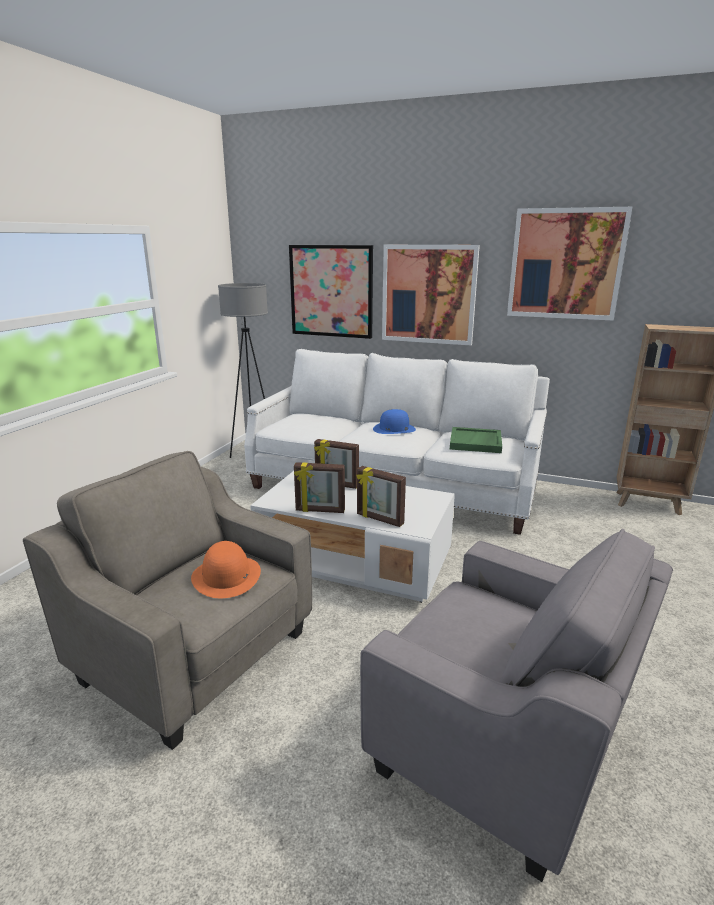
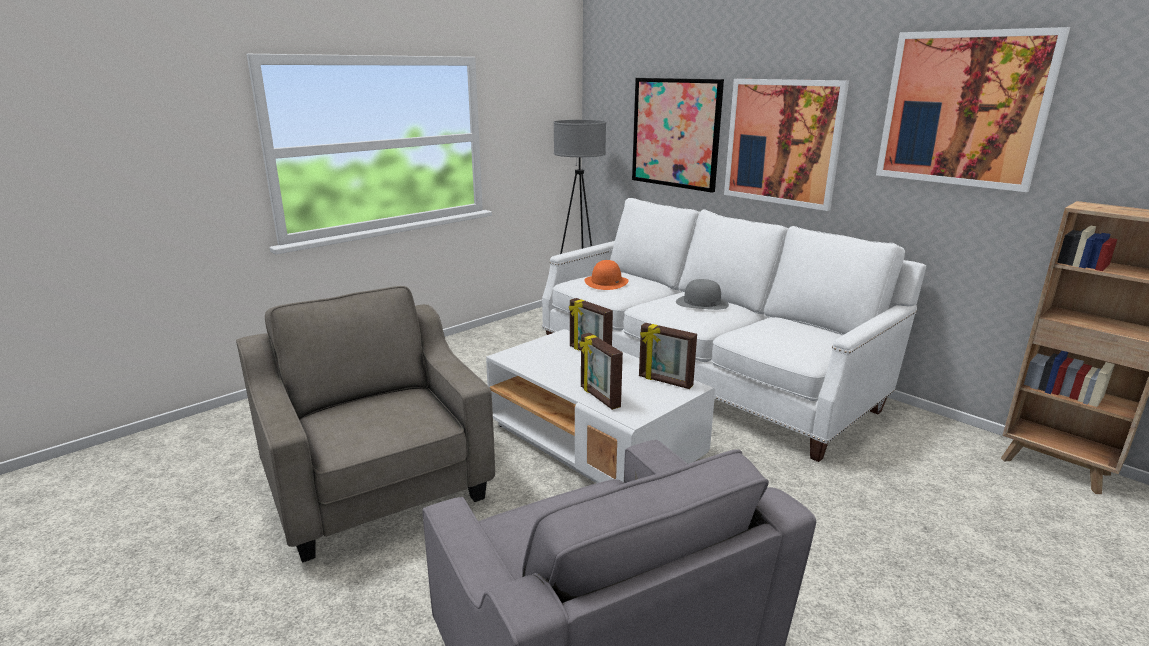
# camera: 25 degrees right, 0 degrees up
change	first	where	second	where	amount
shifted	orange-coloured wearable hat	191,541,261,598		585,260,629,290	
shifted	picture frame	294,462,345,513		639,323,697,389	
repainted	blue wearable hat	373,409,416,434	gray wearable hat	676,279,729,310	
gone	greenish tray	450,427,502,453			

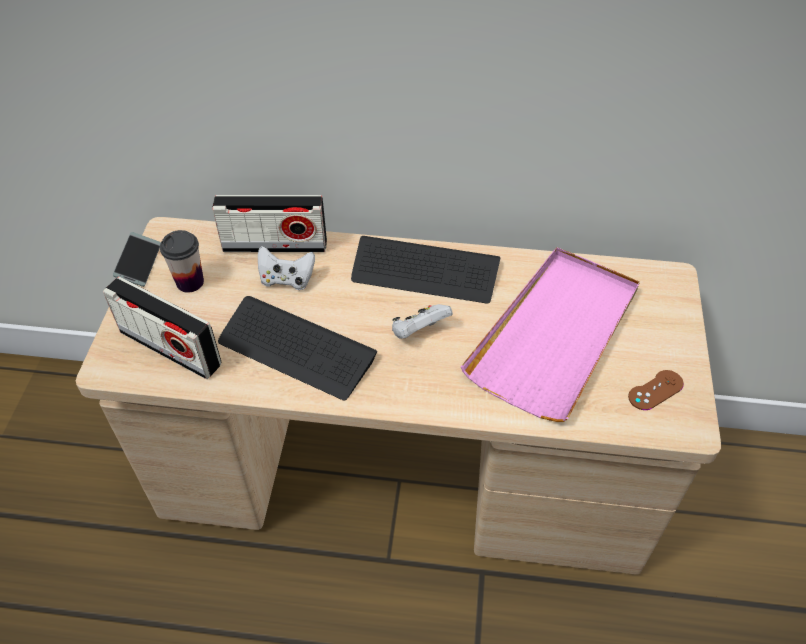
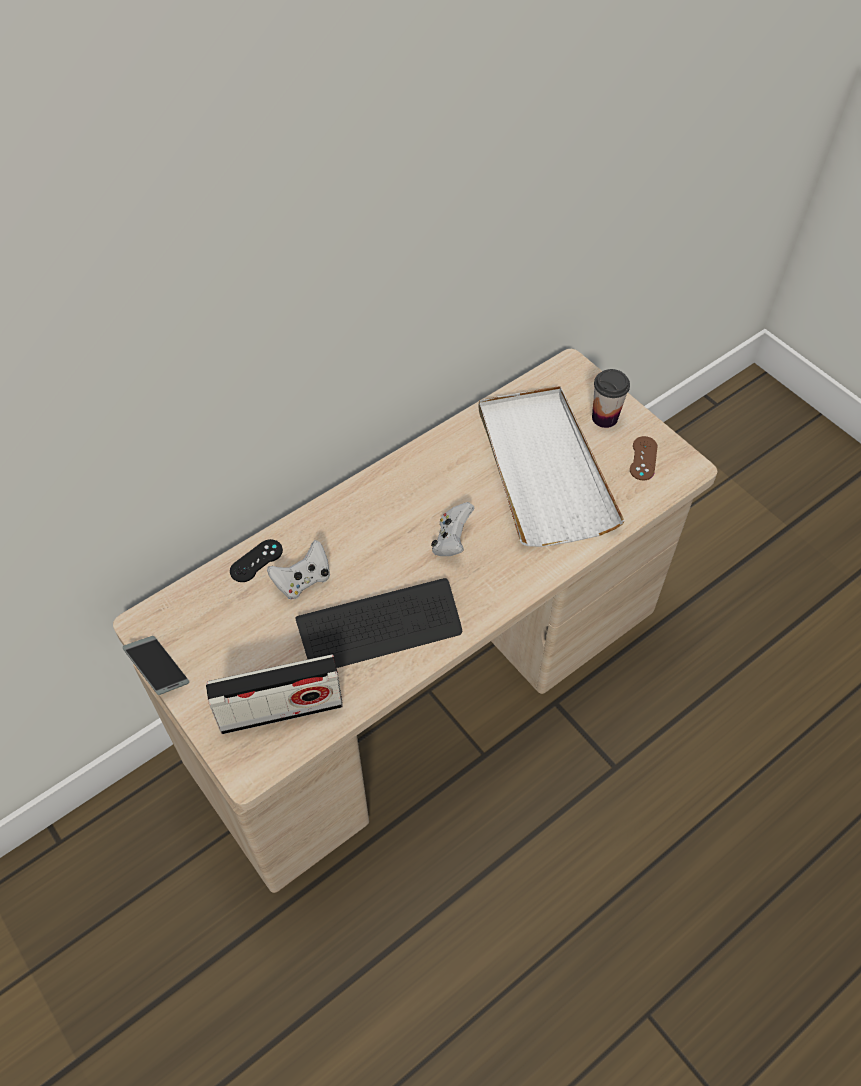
# camera: 45 degrees left, 5 degrees up
change	first	where	second	where	amount
swapped	radio	212,195,327,252	black gamepad	230,539,283,582	
repainted	pink-coloured tray	461,247,640,422	whitish tray	478,386,625,547	
shifted	cup	160,230,204,292		592,369,630,428	
gone	computer keyboard	351,236,500,304			

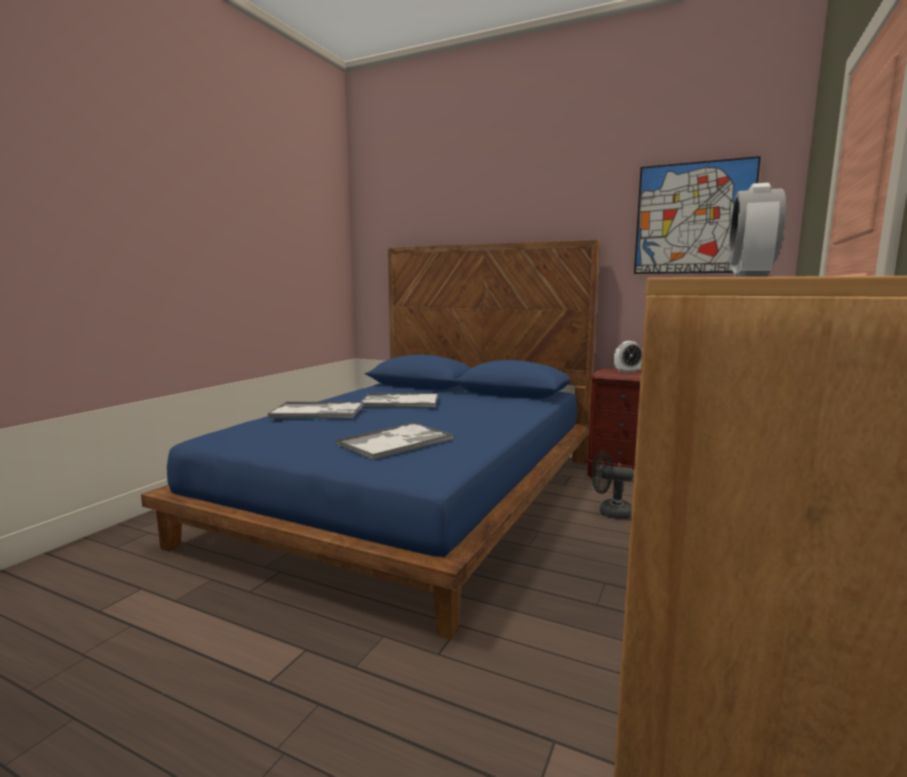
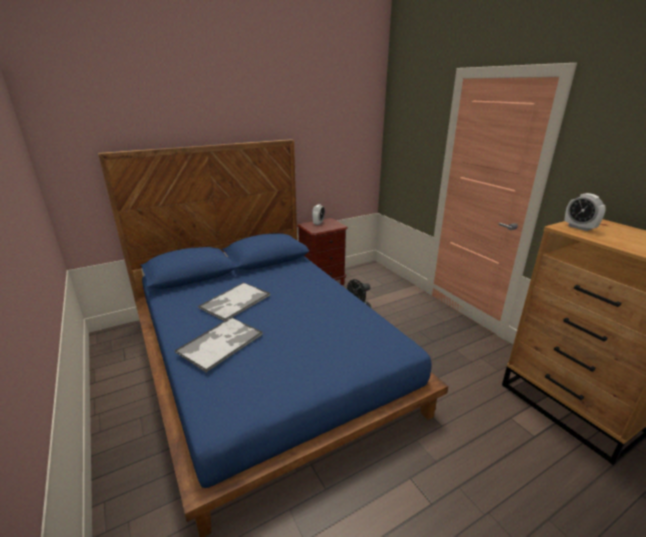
# camera: 55 degrees left, 15 degrees up
change	first	where	second	where	amount
gone	tray	336,423,453,460			
gone	picture	634,156,761,274			

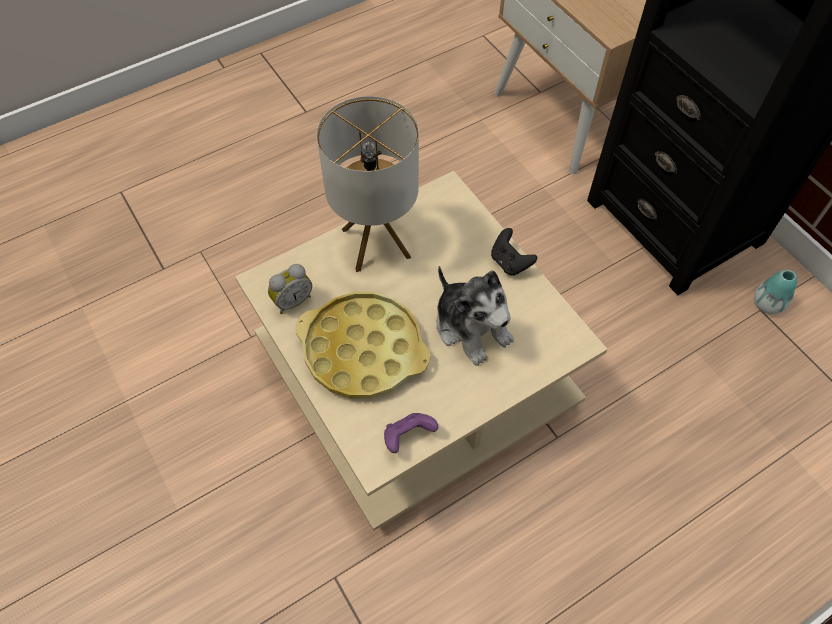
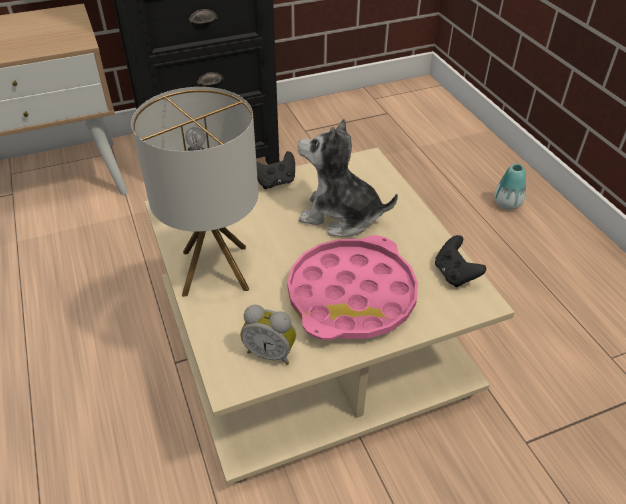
# camera: 80 degrees left, 15 degrees down
change	first	where	second	where	amount
rotated	bedside clock	268,264,312,314		241,305,296,365	135 degrees clockwise
repainted	yellow-coloured tray	295,292,431,398	pink-coloured tray	287,235,418,340	
rotated	soft toy	437,266,514,366		297,119,398,237	135 degrees counterclockwise
repainted	purple gamepad	384,413,438,453	black gamepad	435,235,486,287	
shifted	decorative vase	754,270,797,314		494,164,526,210	

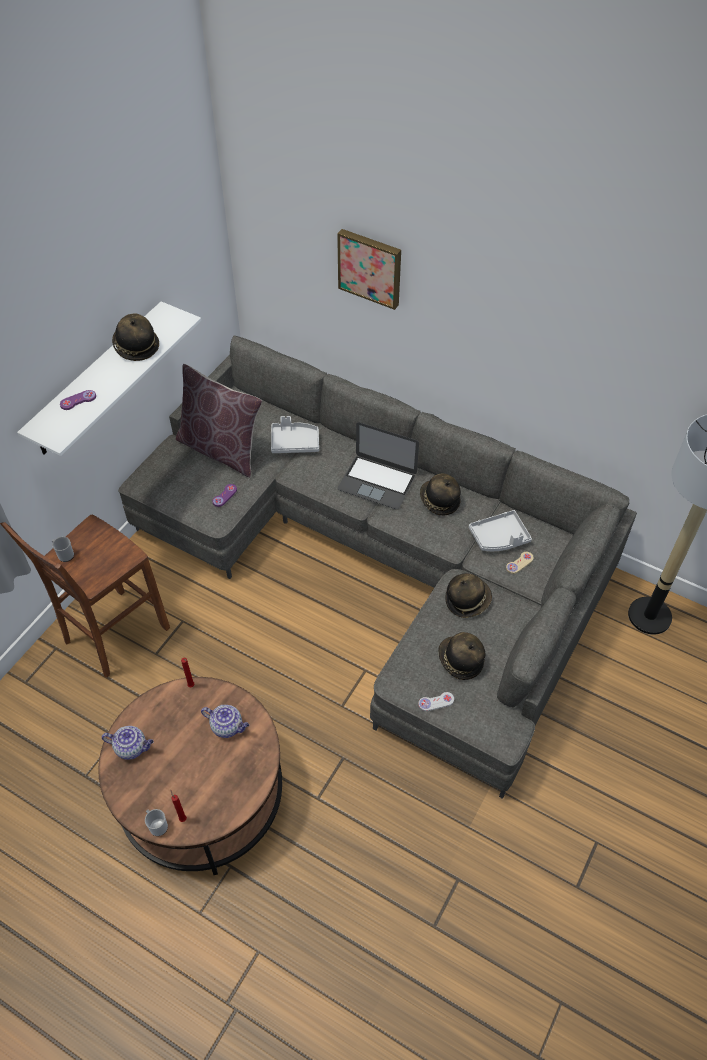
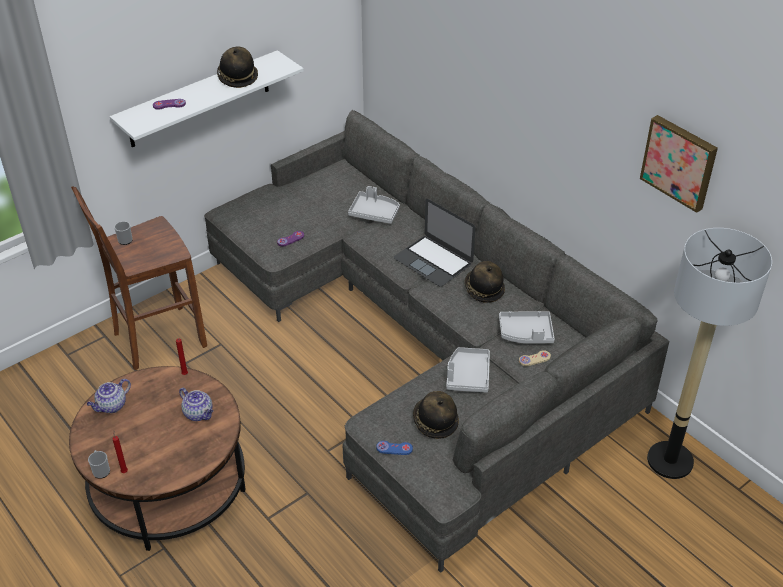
# camera: 20 degrees right, 10 degrees down
change	first	where	second	where	amount
rotated	teapot	102,726,154,760		87,379,131,413	105 degrees clockwise
repainted	whitish gamepad	418,692,454,711	blue gamepad	376,441,413,455	
swapped	wearable hat	446,573,492,618	gray tray	446,347,490,392	
shifted	picture	337,229,401,310		640,115,718,213	
gone	brownish cushion	176,364,262,478			

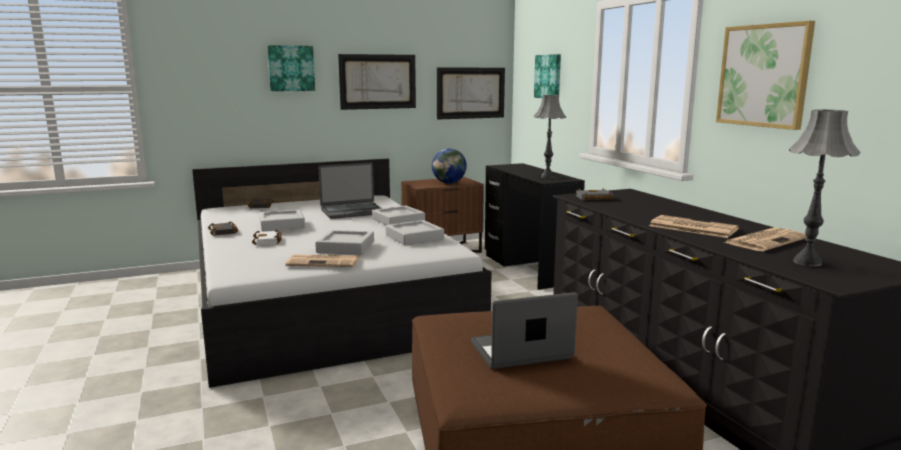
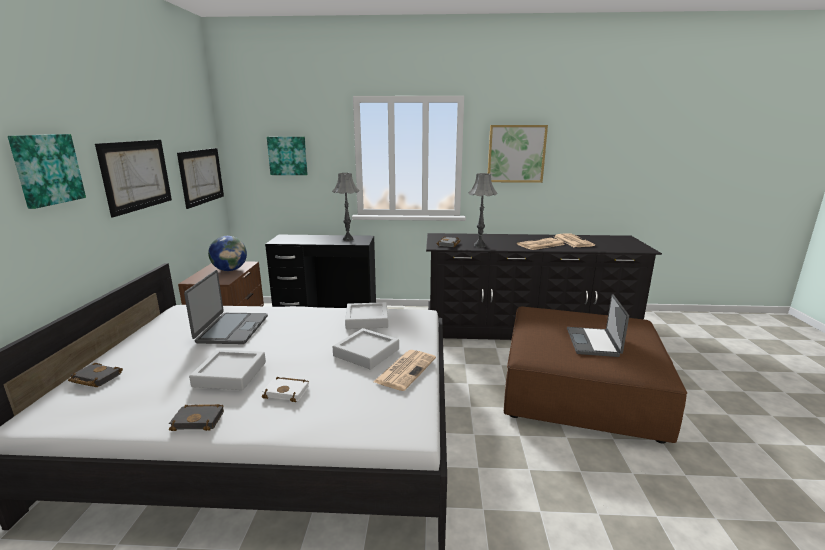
# camera: 65 degrees left, 5 degrees up
change	first	where	second	where	amount
shifted	gray tabletop lamp	789,109,861,267		468,173,497,248	
gone	gray tray	372,205,425,225			

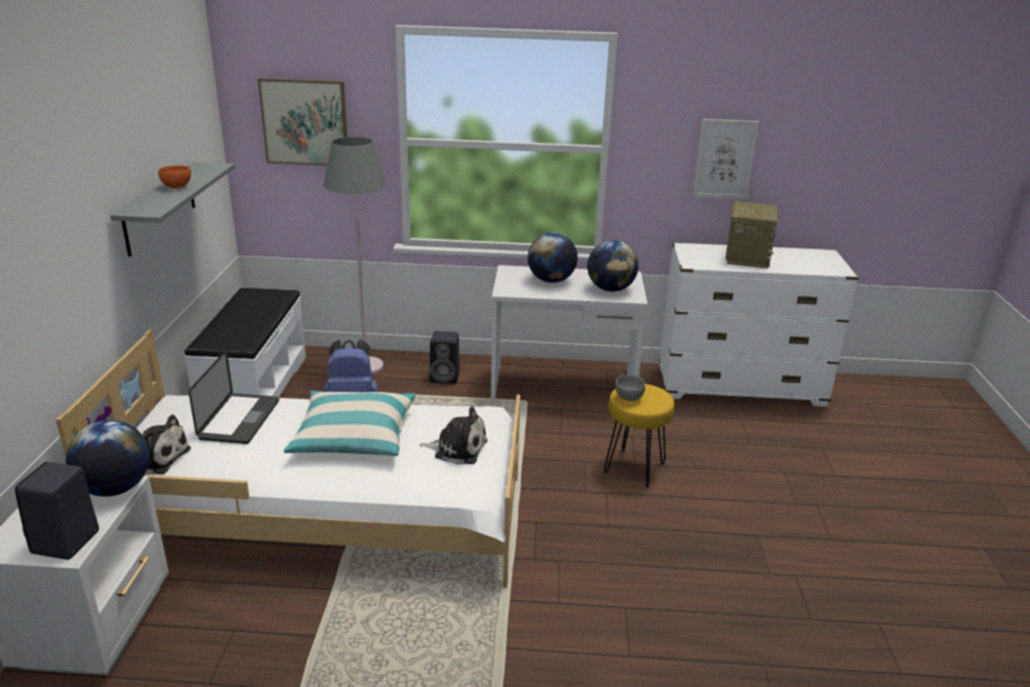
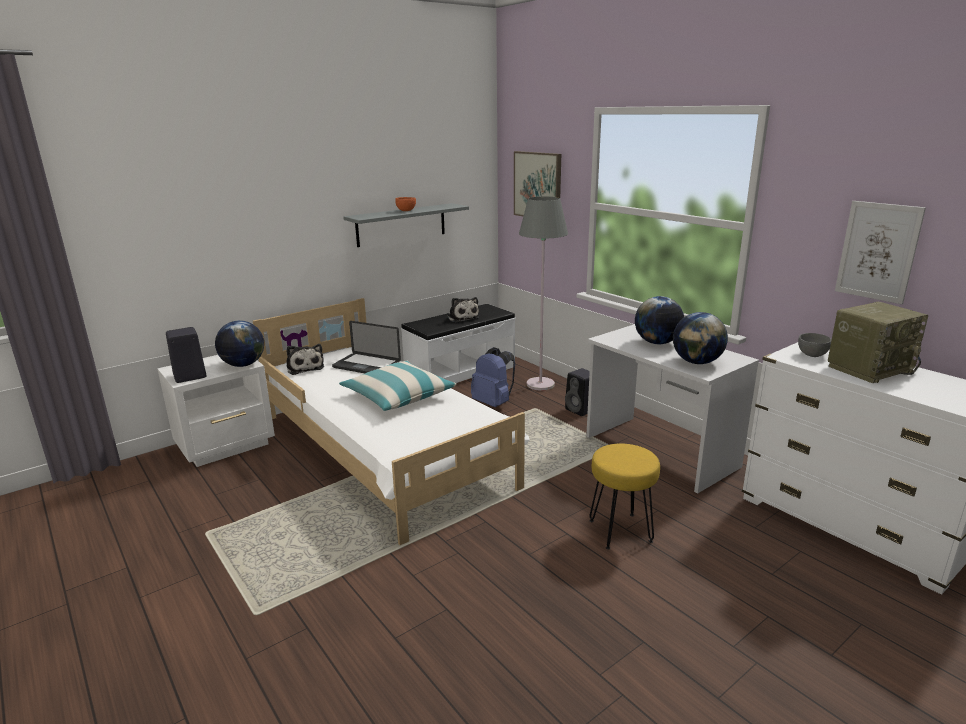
# camera: 50 degrees right, 5 degrees down
change	first	where	second	where	amount
rotated	portable computer	188,350,279,444		332,321,401,373	60 degrees clockwise
shifted	soft toy	419,407,487,464		447,297,479,322	
shifted	gray bowl	615,375,645,401		798,333,831,357	

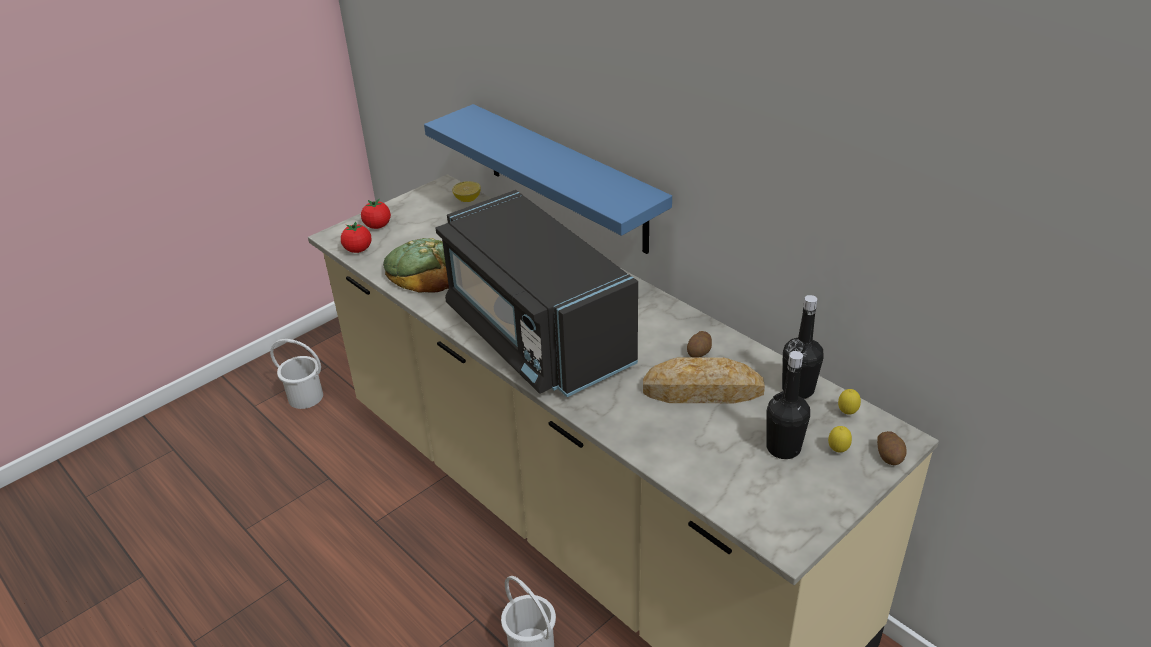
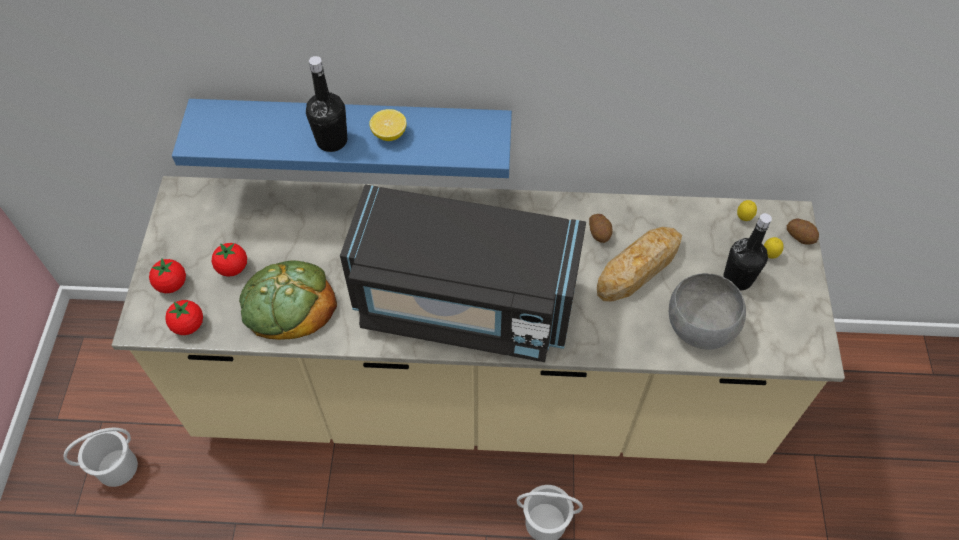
# camera: 45 degrees left, 20 degrees up
change	first	where	second	where	amount
new			whole tomato	212,243,247,277	
shifted	black bottle	782,295,824,399		306,56,347,152	
shifted	lemon	452,181,481,202		369,109,407,141	
new			gray bowl	669,273,746,350	

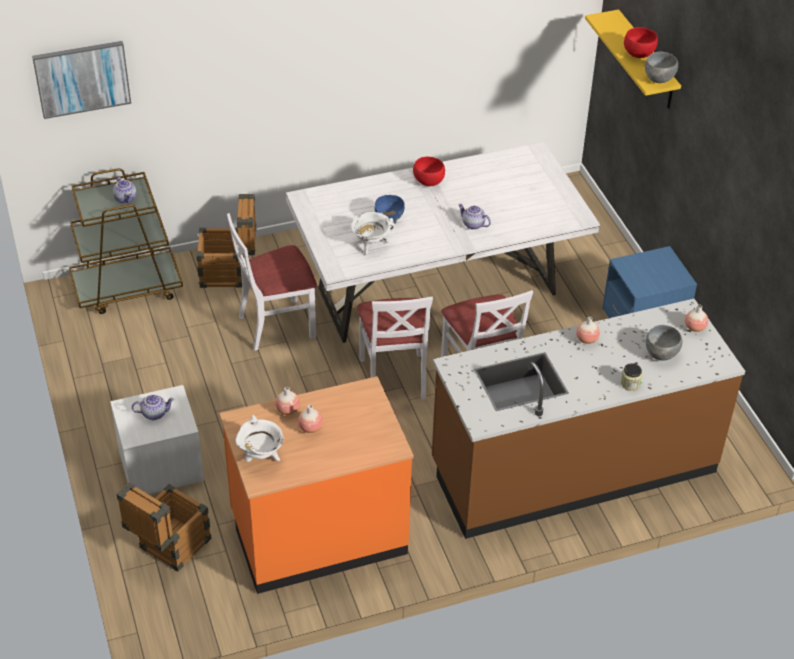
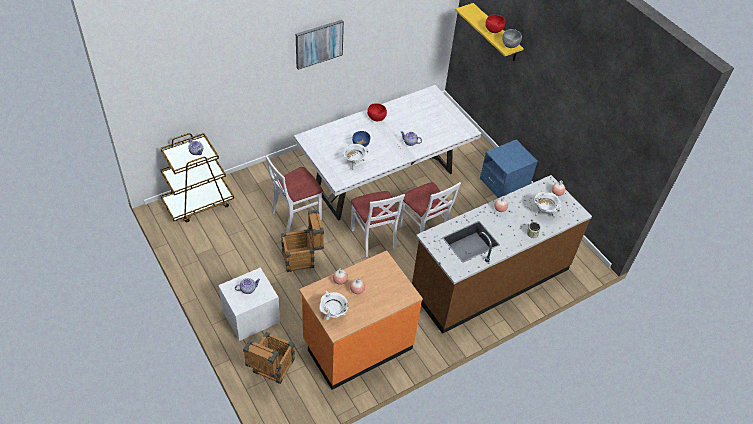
# camera: 15 degrees left, 5 degrees up
change	first	where	second	where	amount
shifted	shipping crate	196,194,257,288		281,209,324,272	
shifted	picture	32,41,131,119		296,20,344,70	
swapped	gray bowl	646,325,682,361	whitish saucepot	534,192,561,217	

